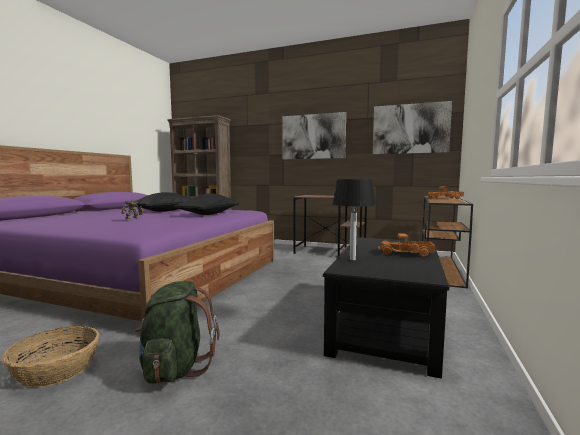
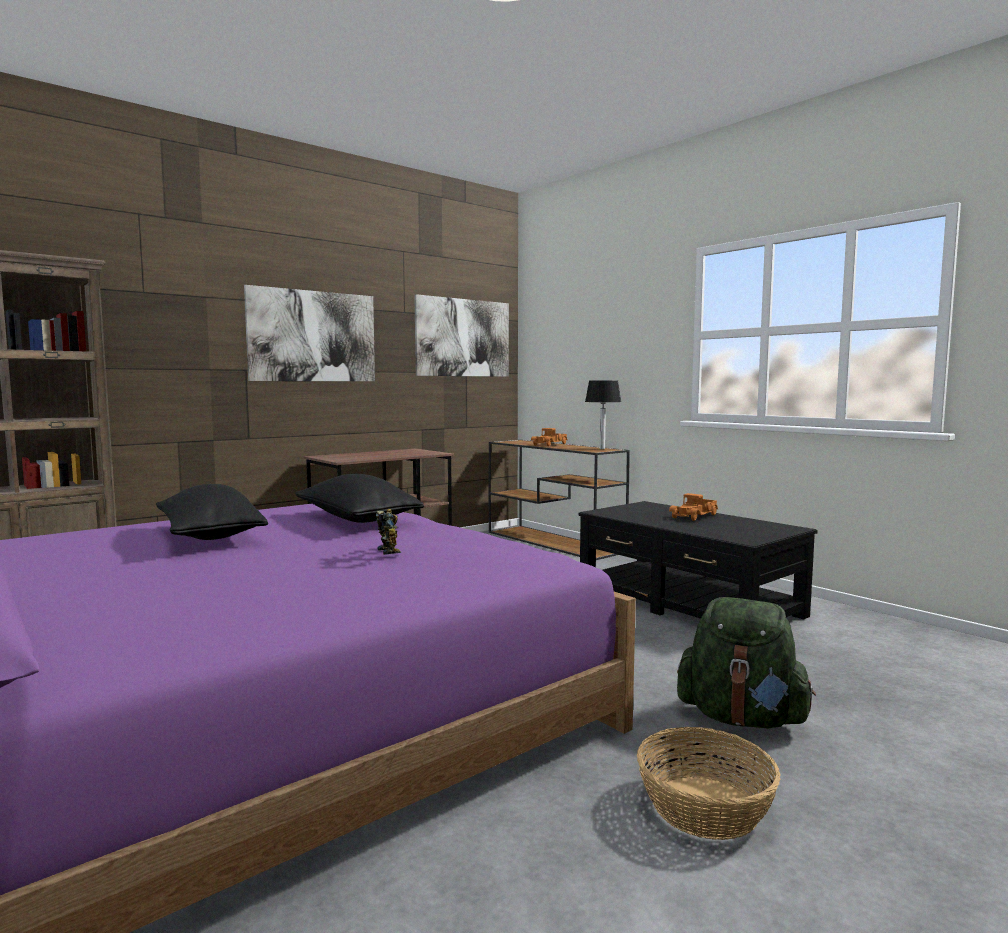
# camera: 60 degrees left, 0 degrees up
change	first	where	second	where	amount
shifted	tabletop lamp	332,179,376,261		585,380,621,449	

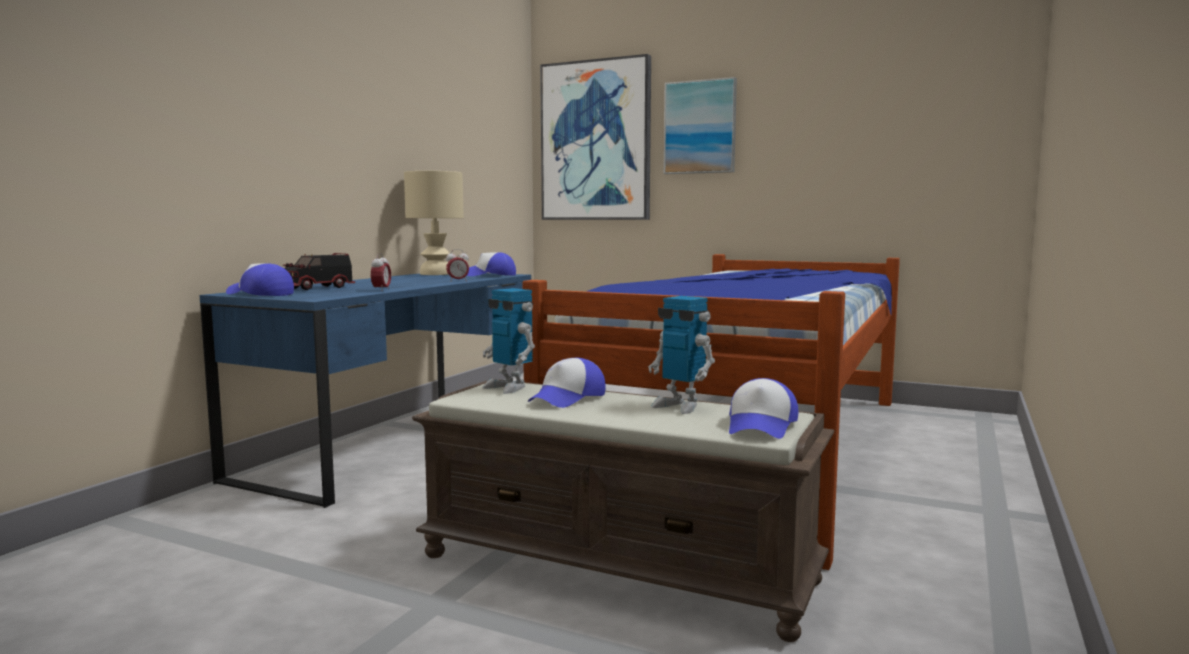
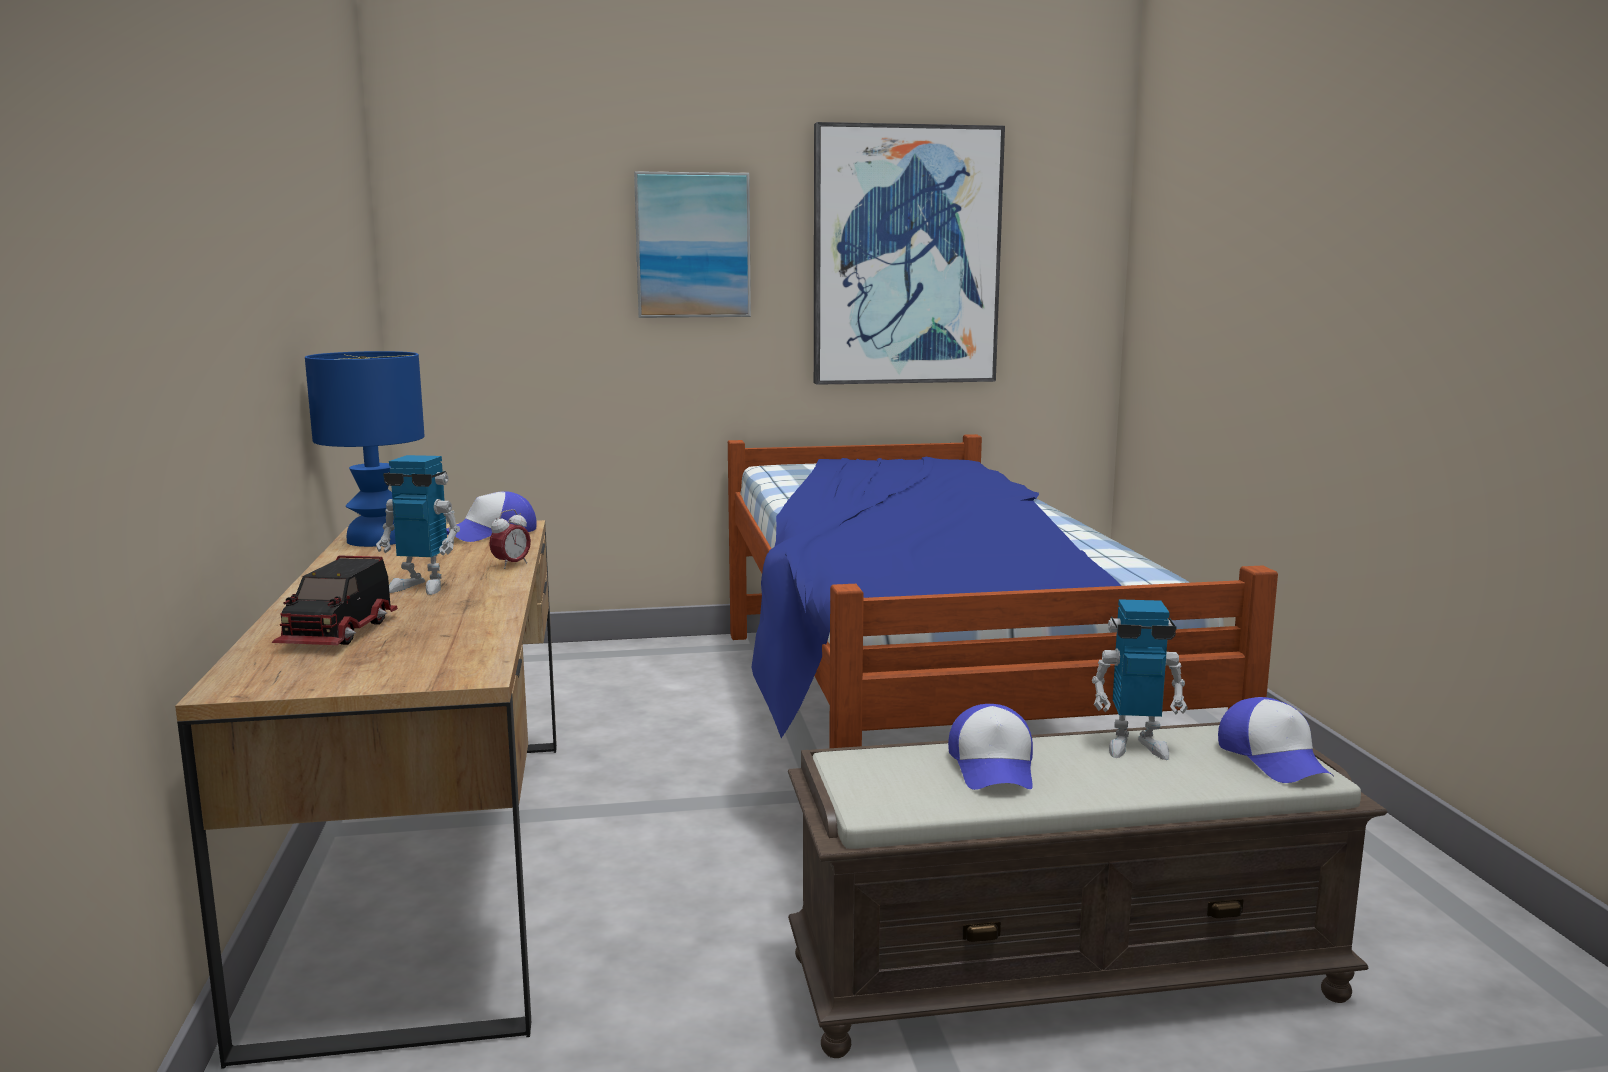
# camera: 35 degrees left, 5 degrees up
change	first	where	second	where	amount
repainted	blue desk table	199,273,531,508	brownish desk table	175,520,557,1069	
repainted	beige-coloured tabletop lamp	404,171,464,275	blue tabletop lamp	305,351,425,547	
shifted	robot figure	482,288,535,394		376,455,460,595	
shifted	picture	540,54,651,220		814,122,1005,385	
gone	baseball cap	226,263,294,296			
gone	bedside clock	371,254,391,291			

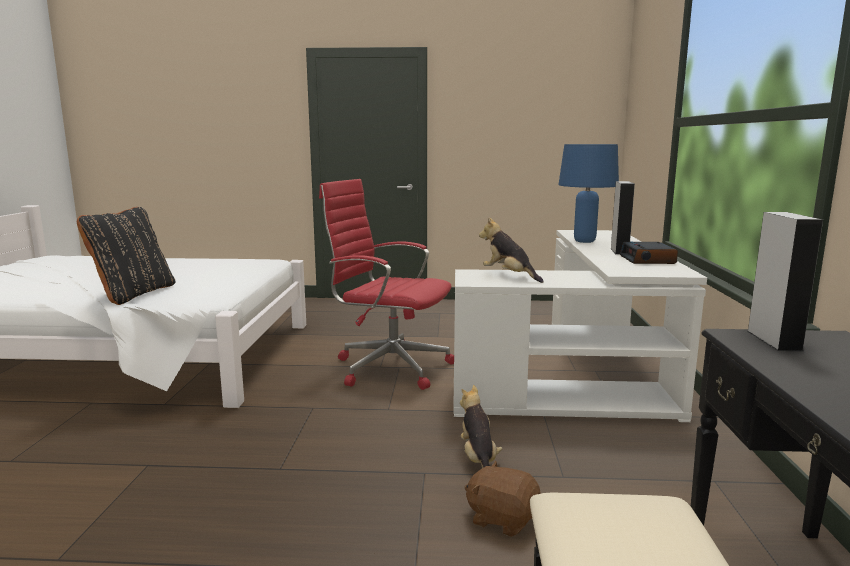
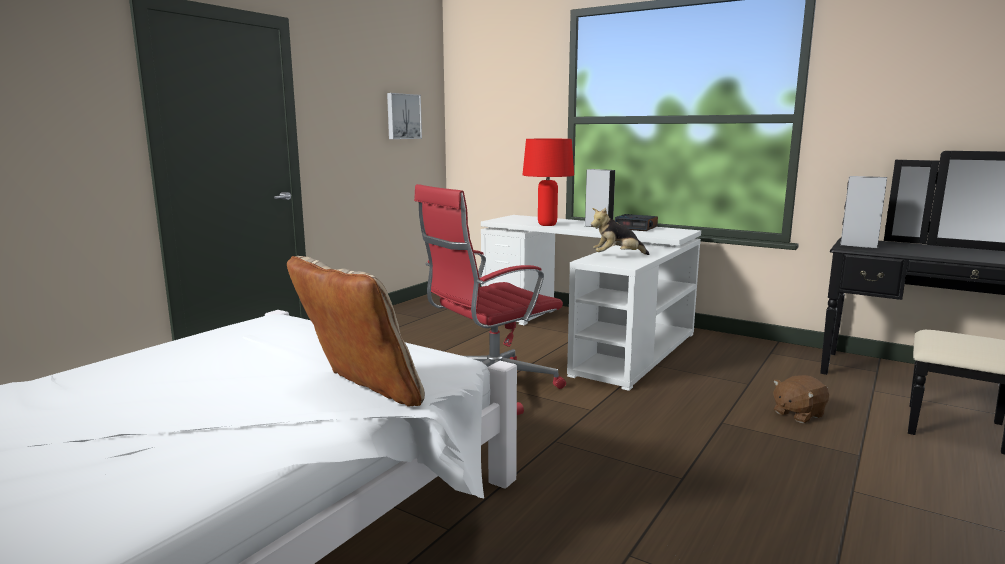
# camera: 60 degrees left, 0 degrees up
change	first	where	second	where	amount
repainted	black cushion	77,207,176,305	beige-coloured cushion	287,256,425,406	
new			picture	387,93,422,139	
repainted	blue tabletop lamp	558,144,619,243	reddish tabletop lamp	522,139,574,226	
gone	soft toy	460,385,502,468			

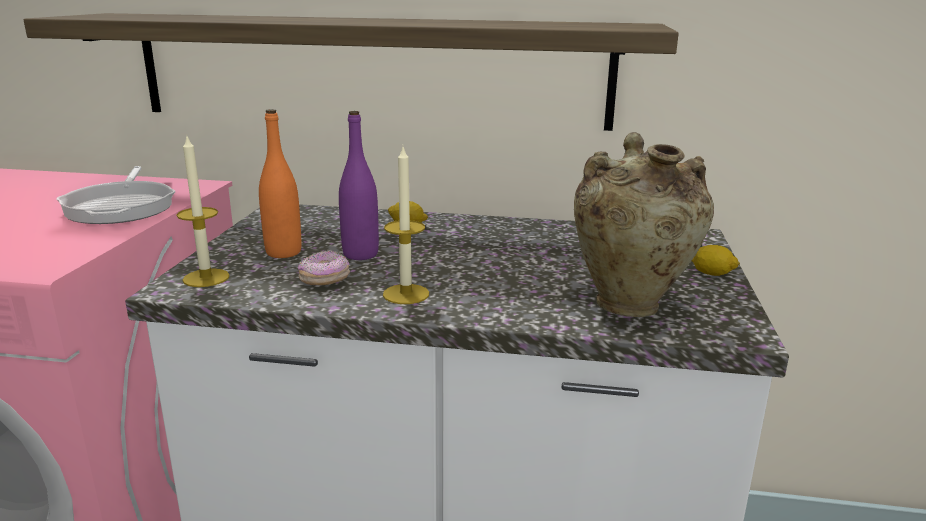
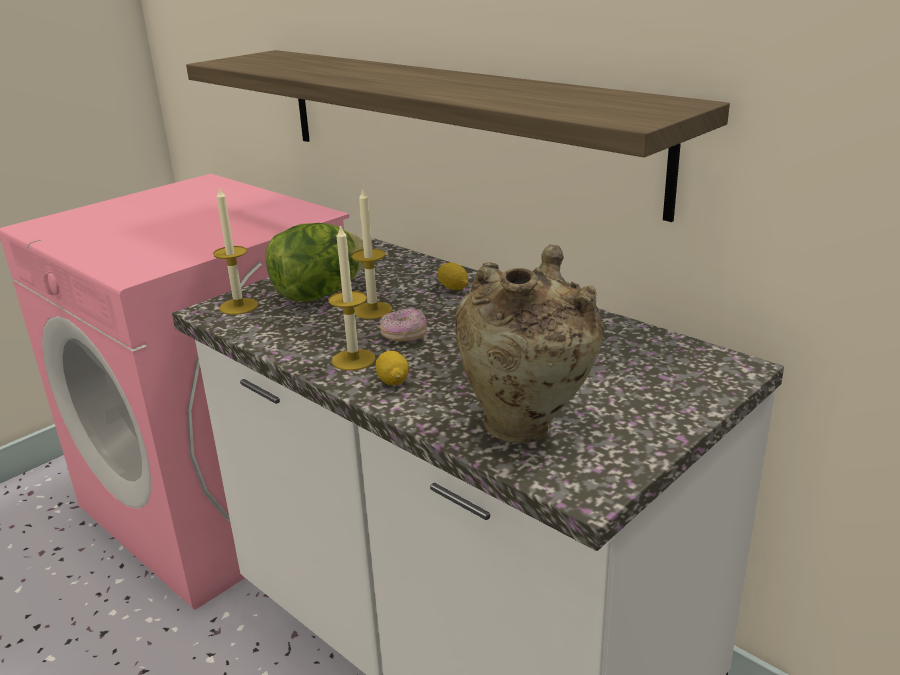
# camera: 35 degrees right, 5 degrees up
change	first	where	second	where	amount
swapped	orange-coloured bottle	259,109,301,258	lettuce head	265,223,364,301	
swapped	purple bottle	339,111,379,260	wax light	351,187,392,319	
shifted	lemon	692,245,740,276		376,351,409,385	
shifted	donut	298,250,350,285		380,308,428,341	
gone	pan	56,166,175,224			

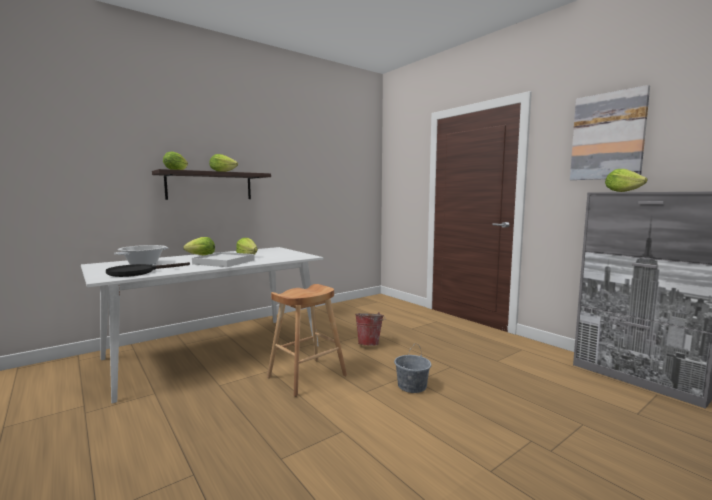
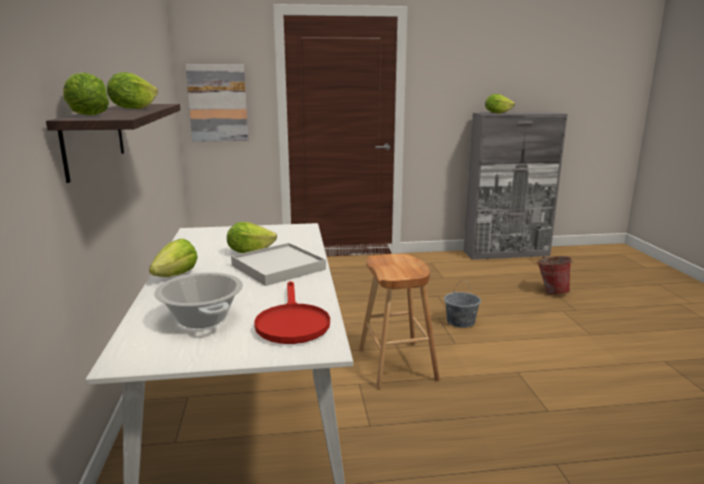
# camera: 60 degrees left, 10 degrees up
change	first	where	second	where	amount
shifted	picture	570,85,650,180		185,64,249,142	
repainted	black pan	106,262,190,277	reddish pan	254,281,330,344	
shifted	water bucket	355,312,386,346		537,256,574,295	

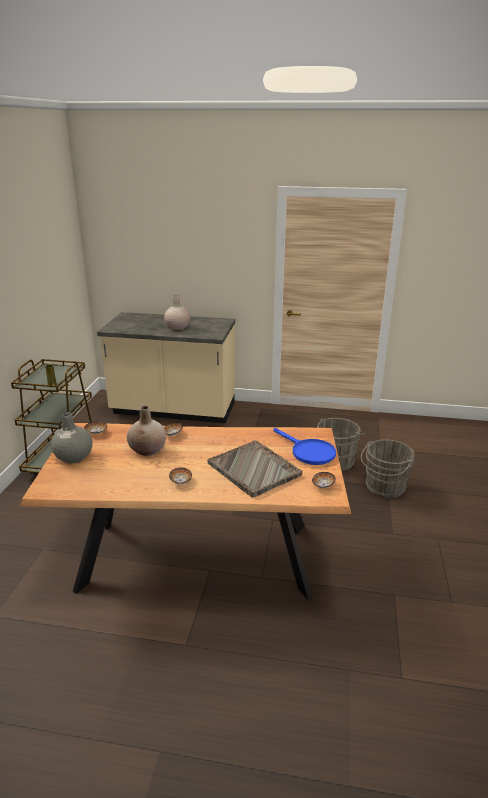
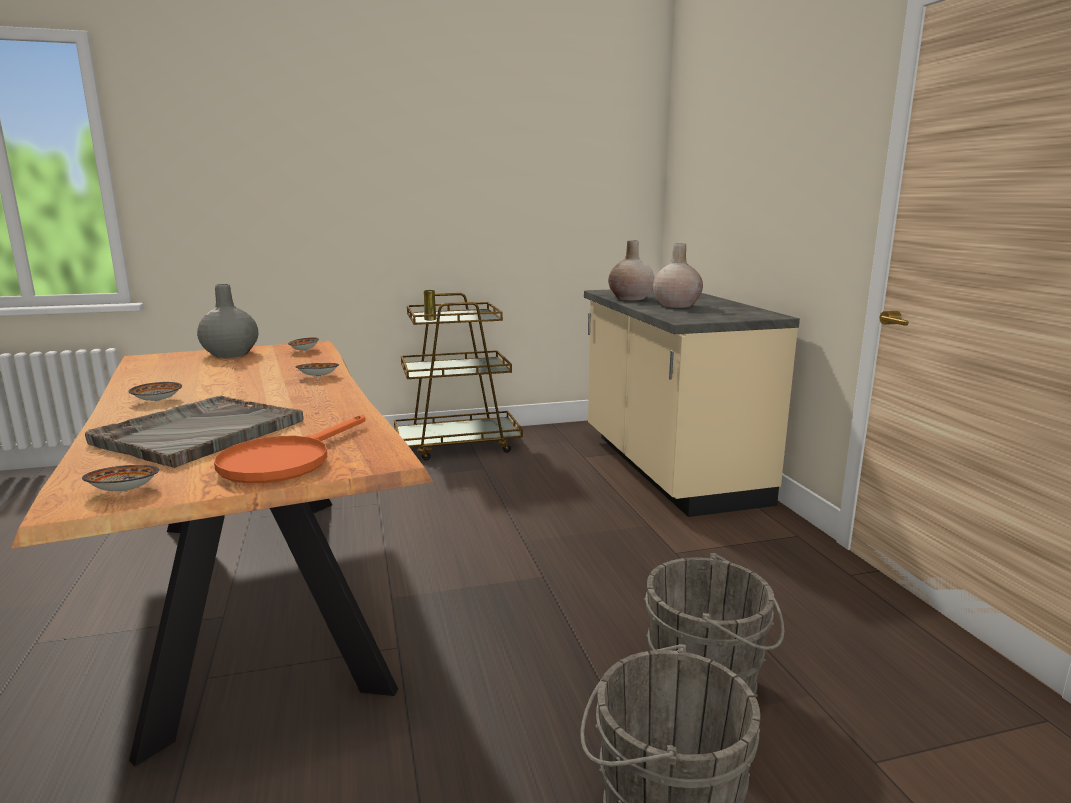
# camera: 65 degrees right, 10 degrees down
change	first	where	second	where	amount
repainted	blue pan	273,428,336,465	orange-coloured pan	214,415,365,483	
shifted	beige-coloured decorative vase	127,406,166,456		608,240,655,300	

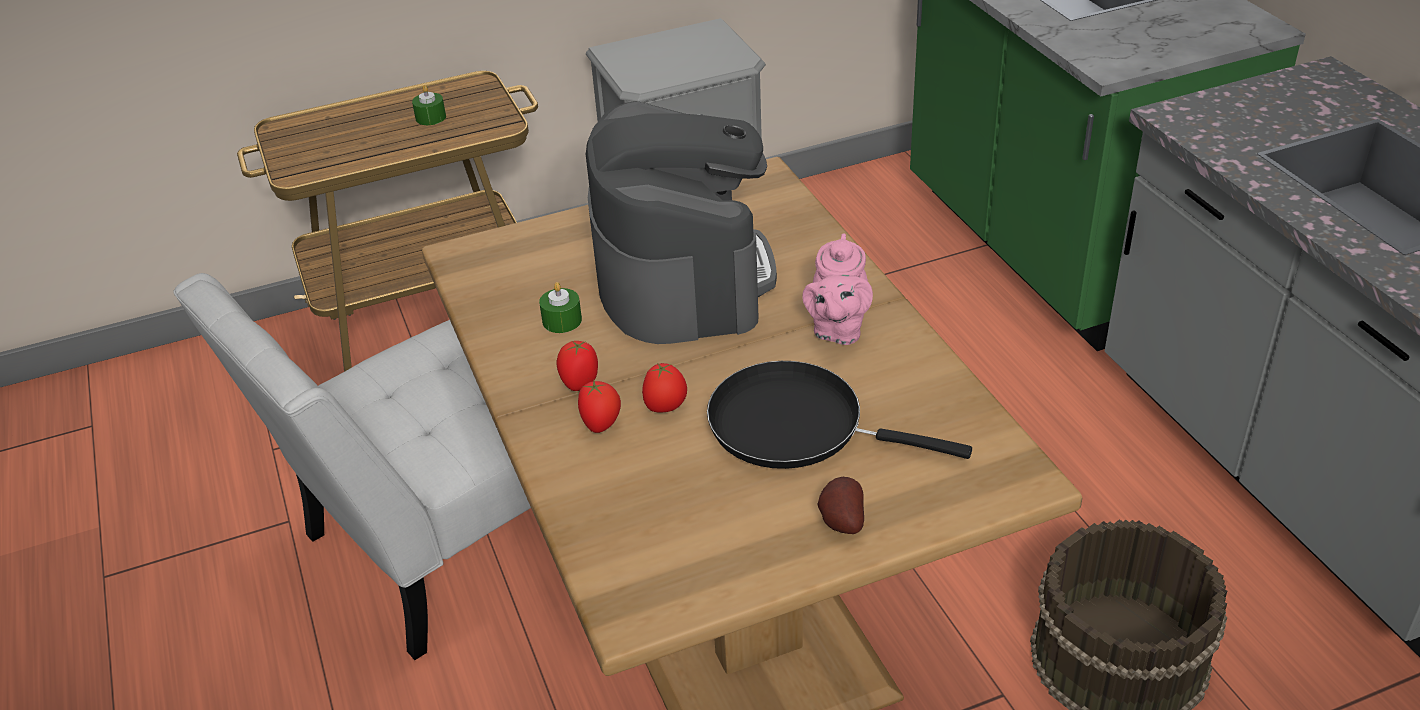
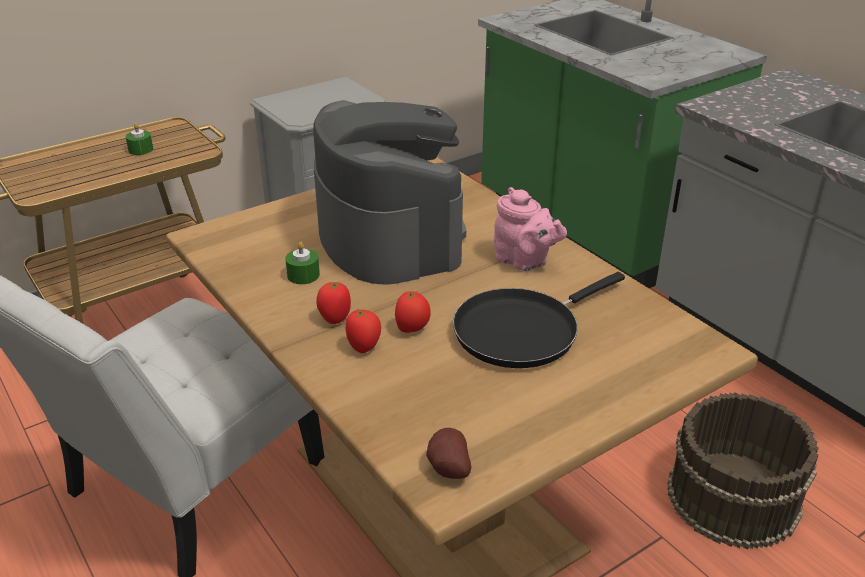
# camera: 15 degrees left, 5 degrees down
change	first	where	second	where	amount
shifted	spud	817,477,864,534		426,428,471,479	
rotated	black pan	707,361,972,469		453,272,625,368	45 degrees counterclockwise
rotated	pink-coloured teapot	802,233,873,345		494,187,567,271	45 degrees counterclockwise

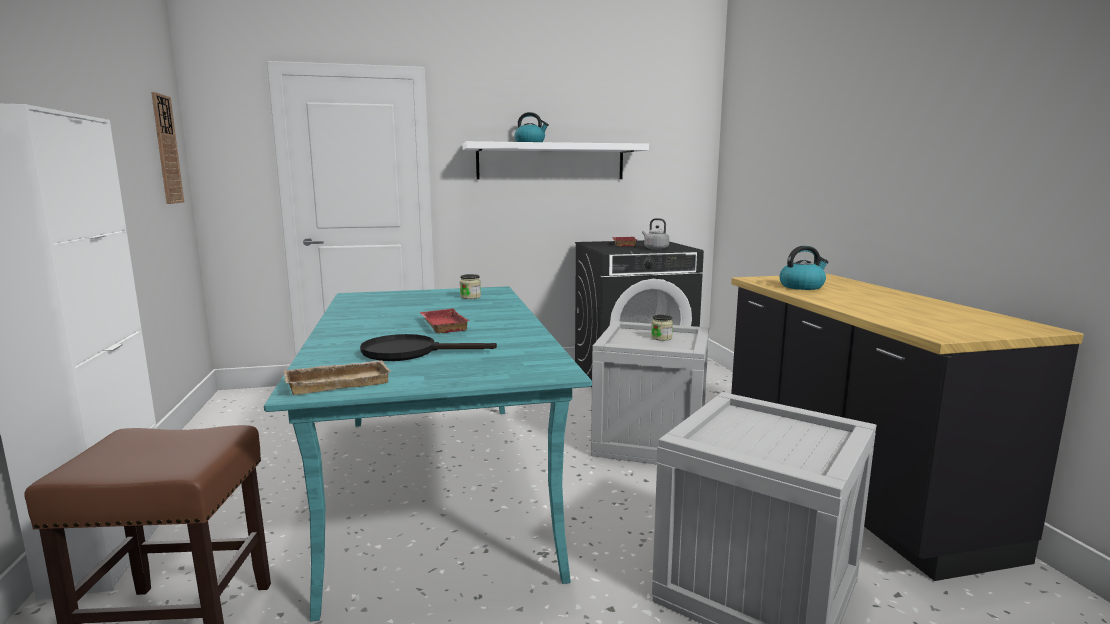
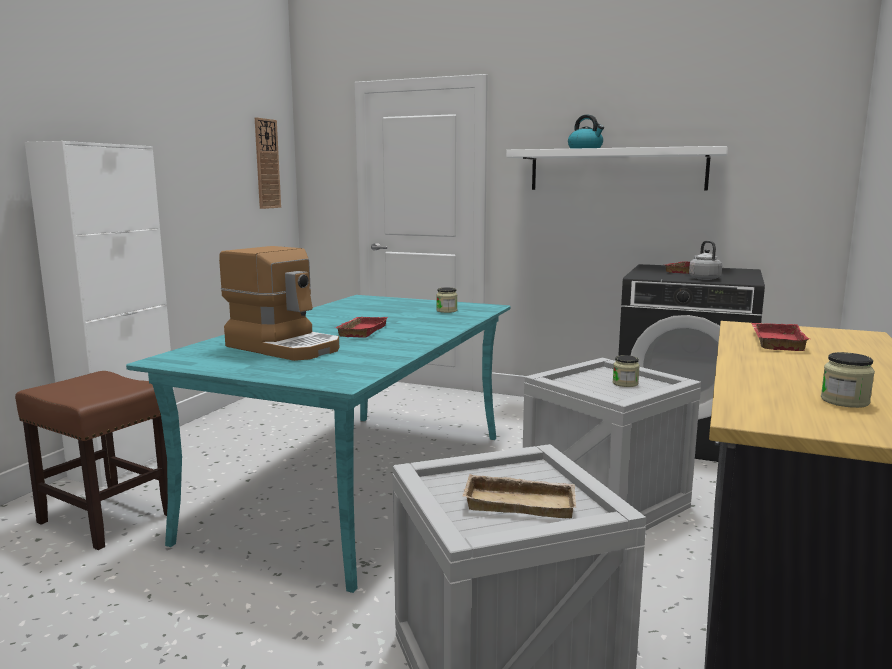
# camera: 35 degrees right, 0 degrees up
change	first	where	second	where	amount
swapped	black pan	360,334,497,361	coffee brewer	219,246,339,361	
shifted	beige-coloured tray	283,360,391,395		463,474,576,518	
swapped	water kettle	779,246,828,290	reddish tray	751,323,809,351	
new			preserve jar	821,352,875,408	

